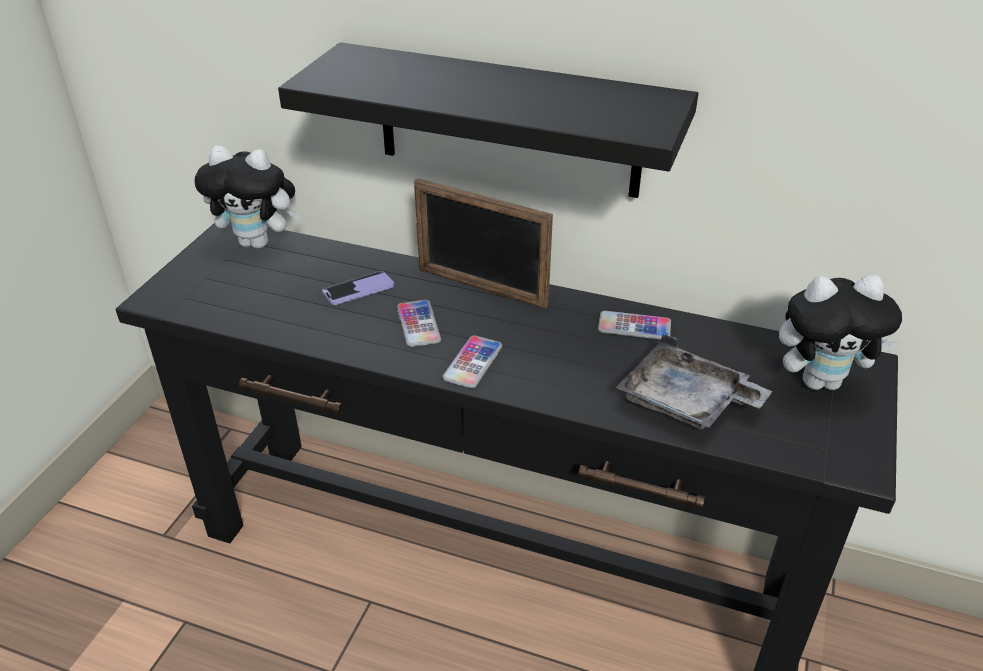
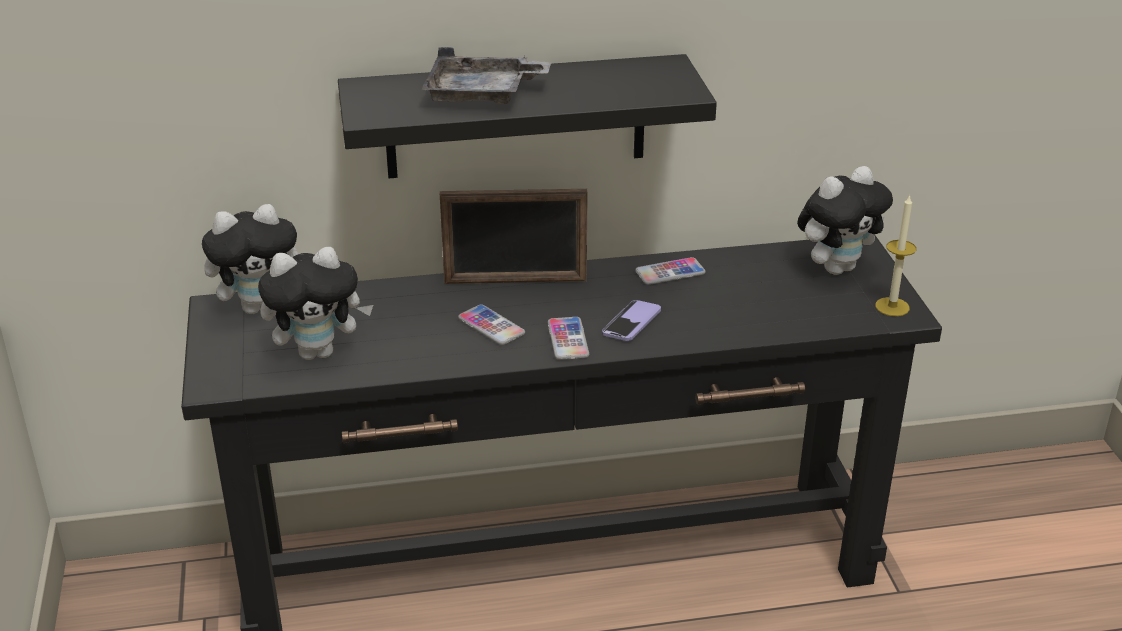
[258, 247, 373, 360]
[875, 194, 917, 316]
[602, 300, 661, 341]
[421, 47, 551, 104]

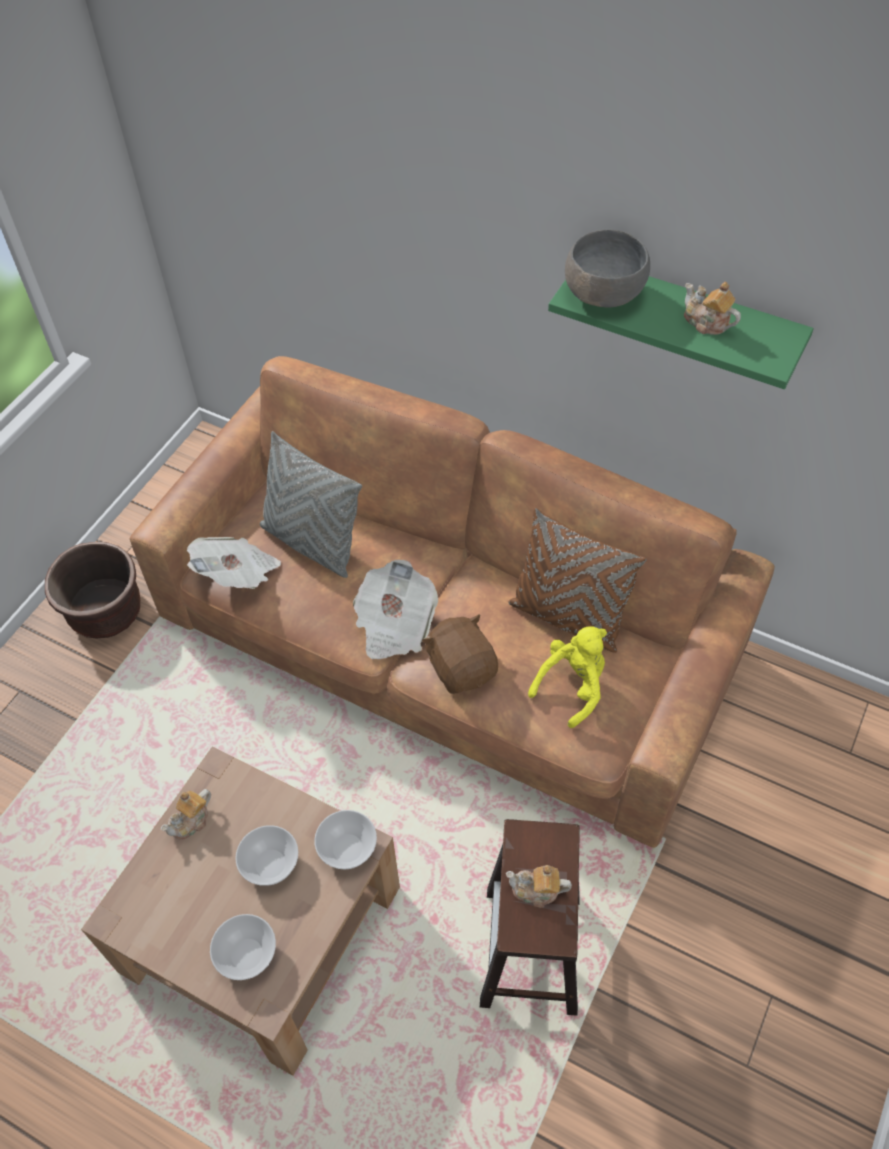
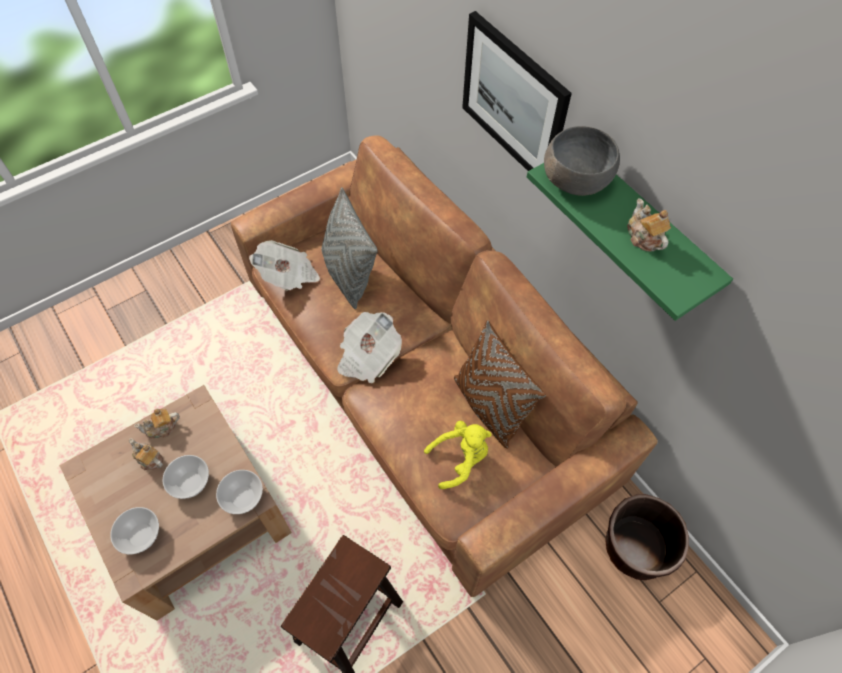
[422, 614, 498, 694] (first image)
[462, 11, 572, 171]
[605, 494, 689, 580]
[128, 439, 163, 470]

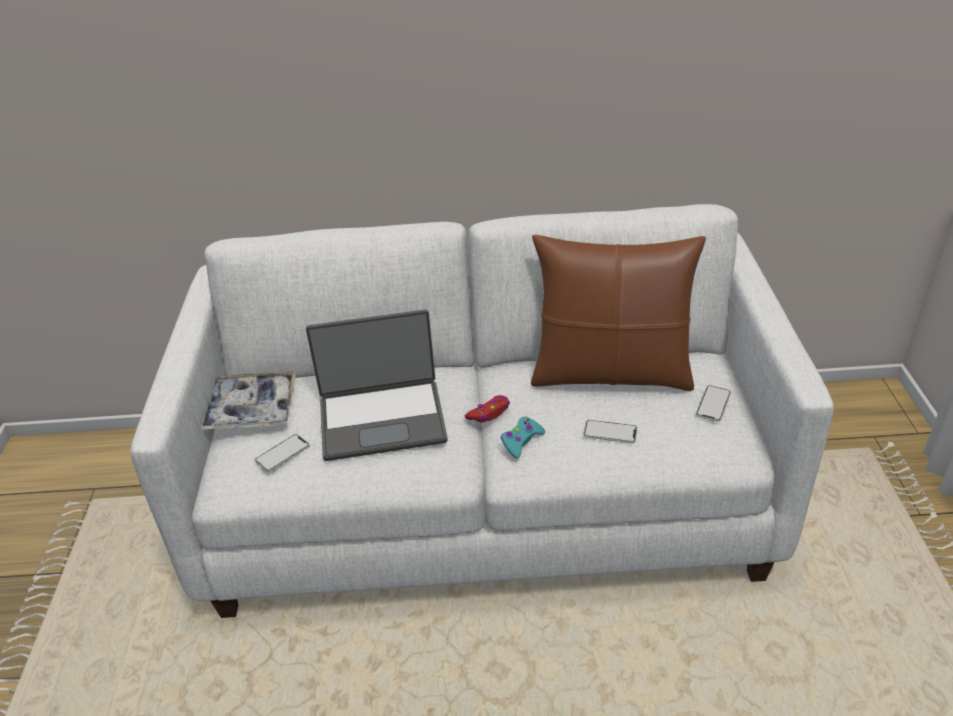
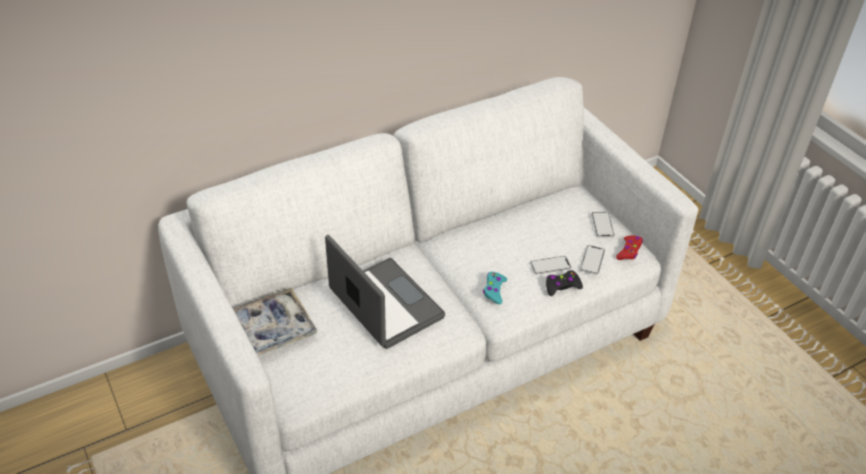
[531, 235, 706, 391] (first image)
[546, 270, 583, 296]
[580, 245, 605, 274]
[616, 236, 643, 260]
[325, 235, 445, 349]

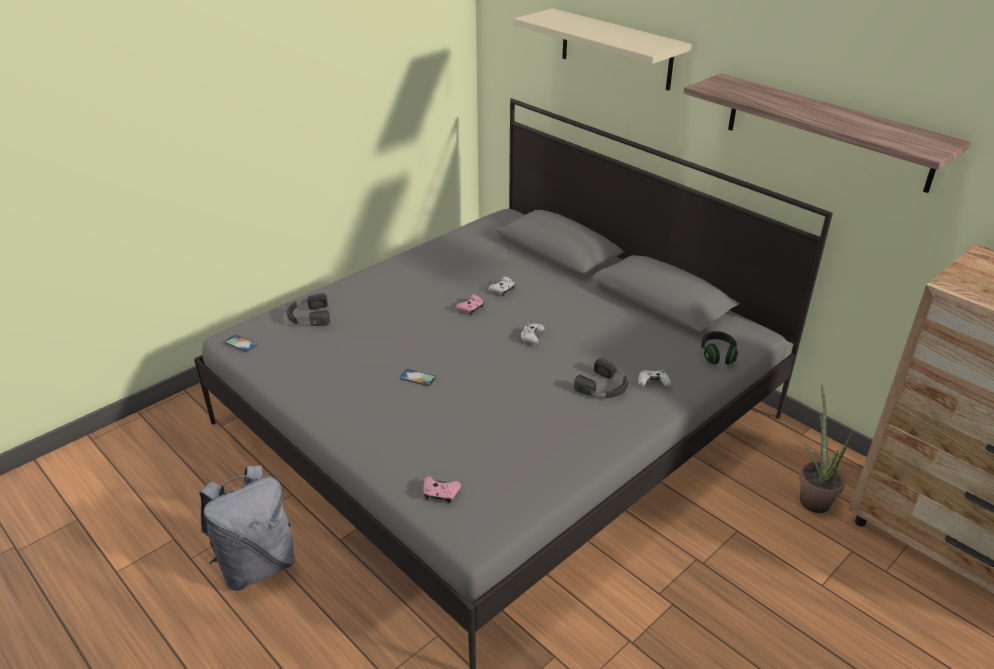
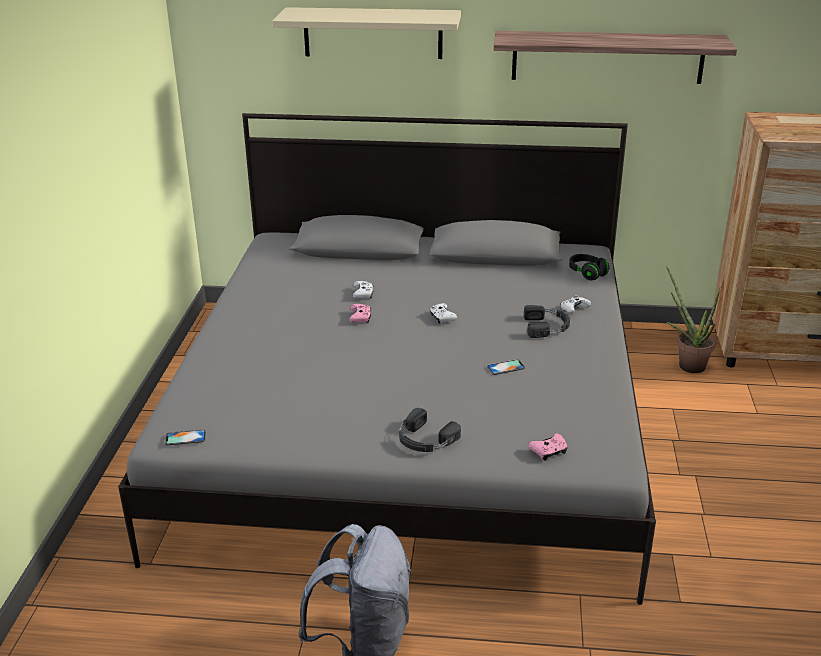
[399, 408, 461, 452]
[487, 359, 525, 375]

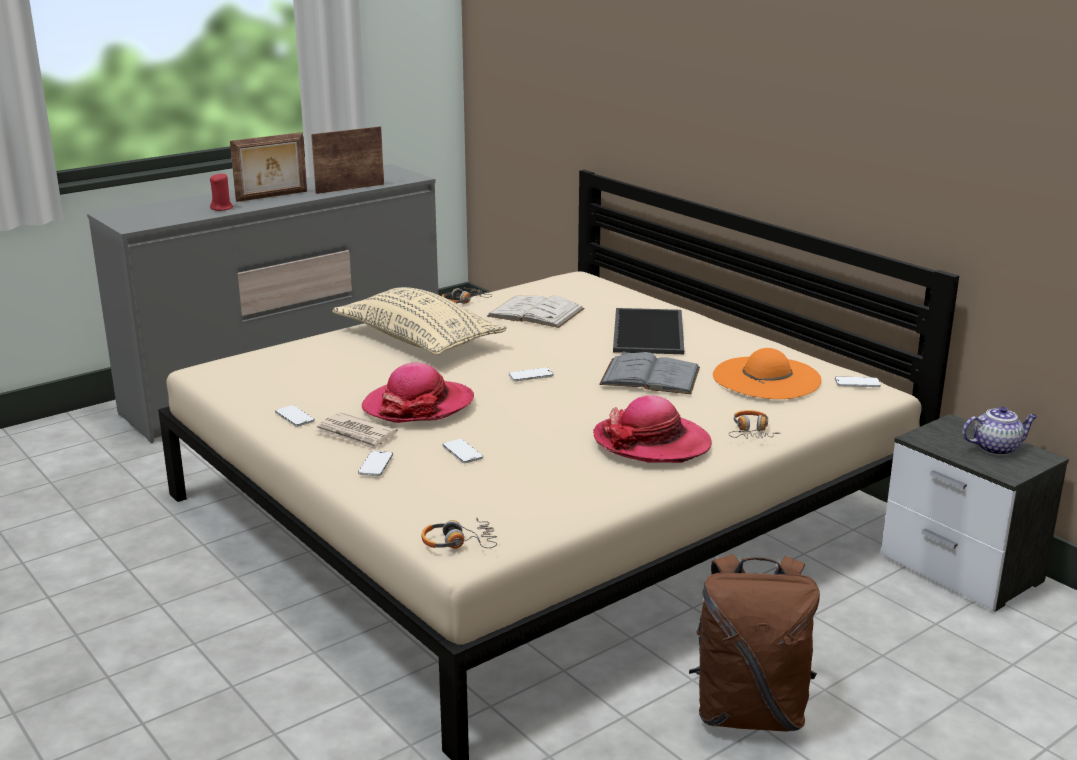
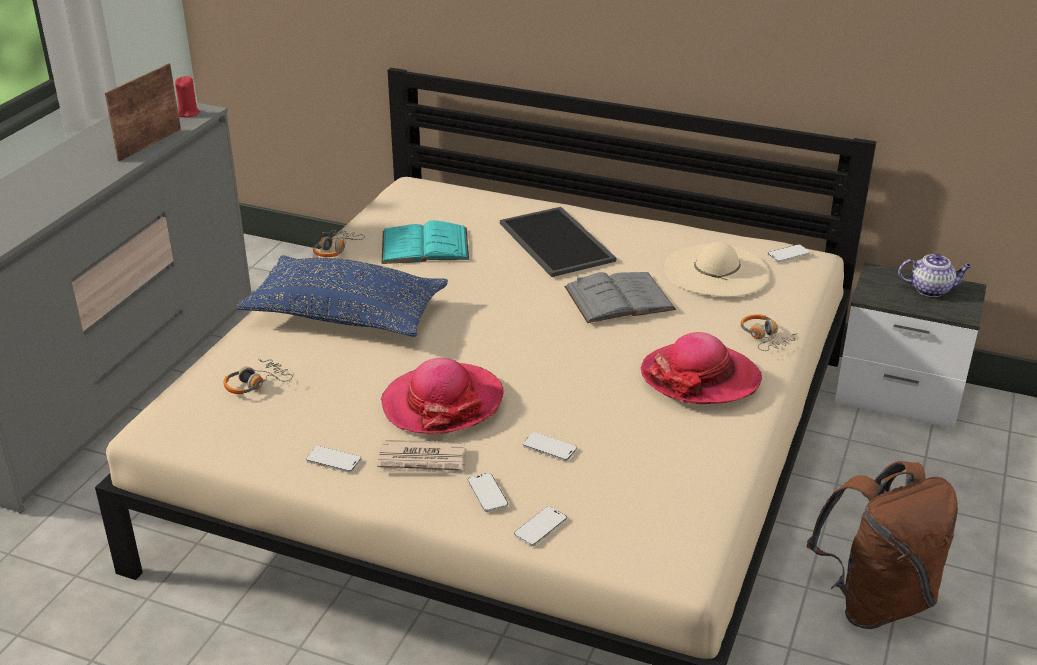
[230, 132, 307, 202] (first image)
[175, 76, 200, 118]
[223, 358, 293, 394]
[514, 506, 567, 546]
[236, 255, 448, 337]
[382, 220, 469, 264]
[664, 242, 769, 297]
[898, 254, 972, 297]

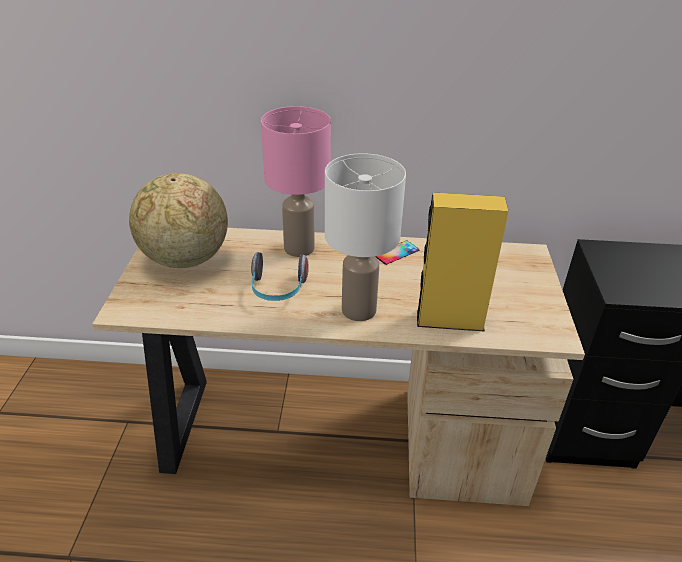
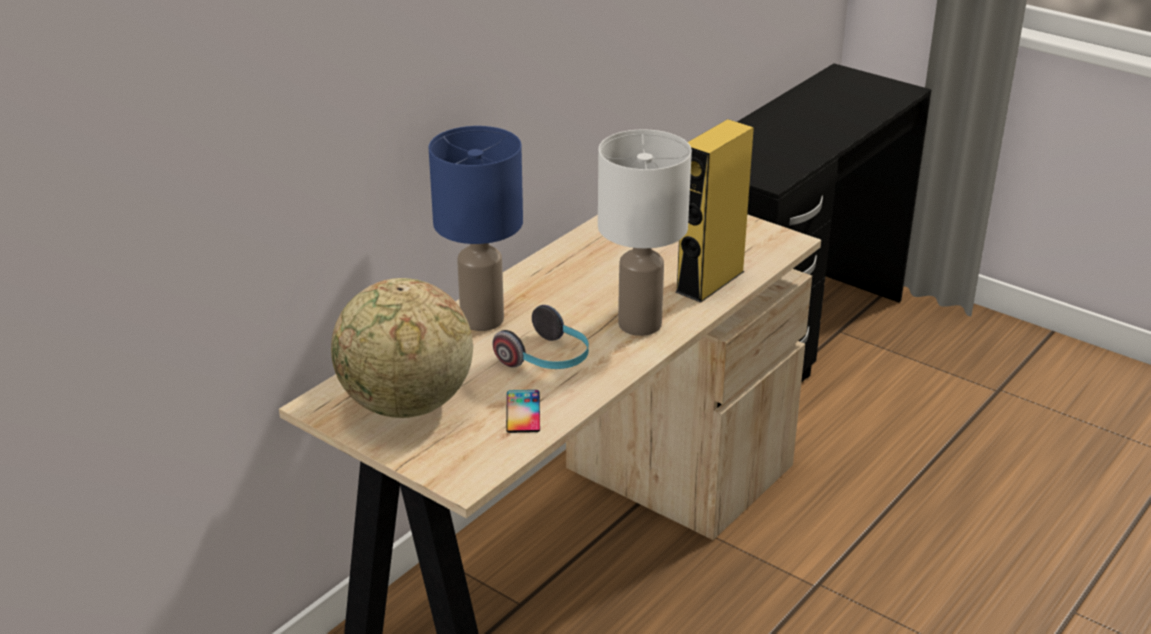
[506, 390, 540, 433]
[429, 126, 523, 331]

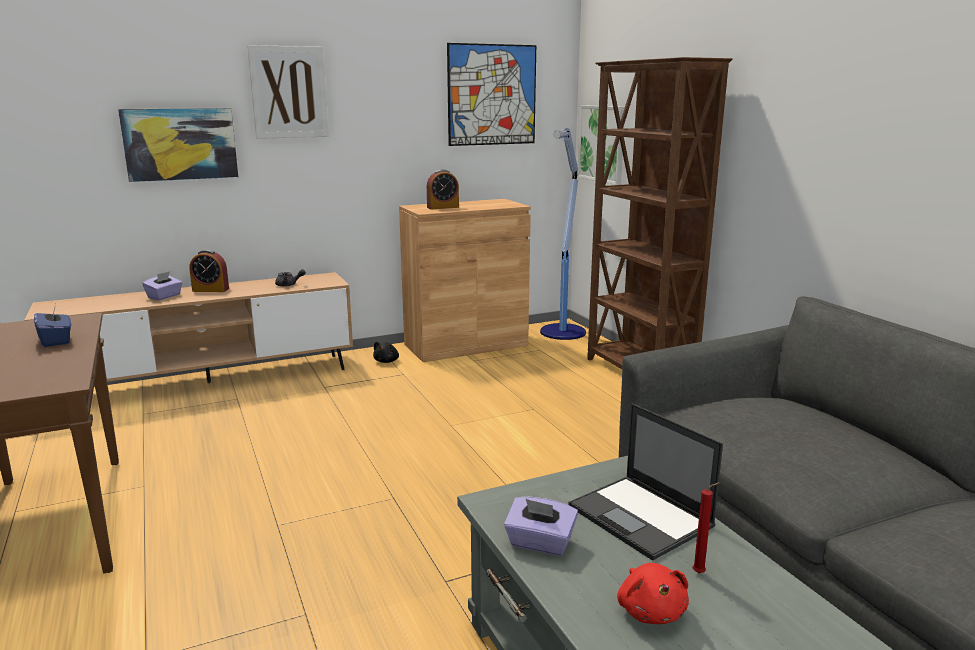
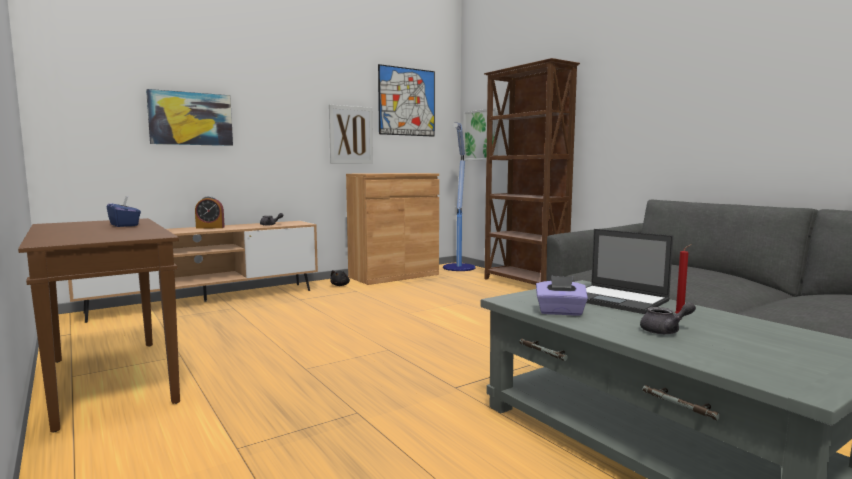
[142, 271, 182, 300] (first image)
[427, 169, 459, 209] (first image)
[329, 105, 373, 164]
[640, 302, 696, 334]

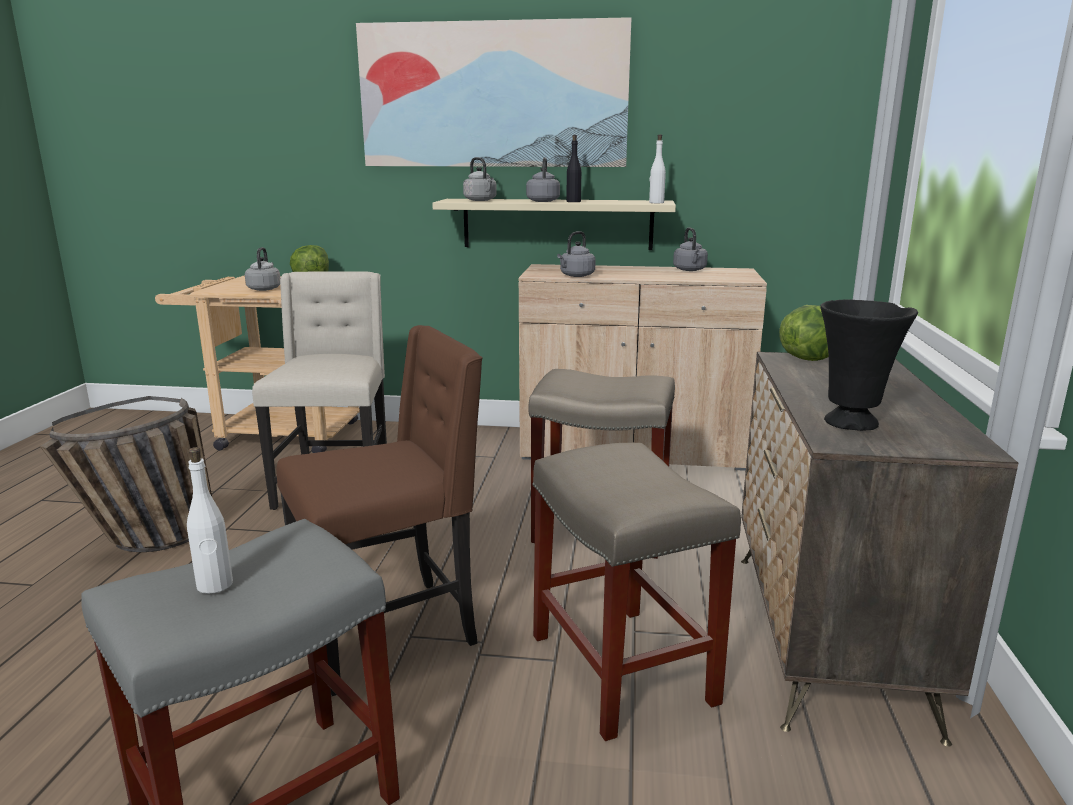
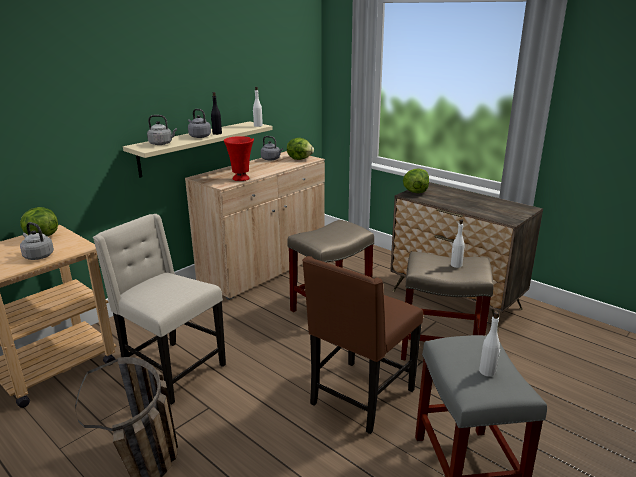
[356, 17, 631, 167] (first image)
[820, 300, 918, 431] (first image)
[287, 138, 314, 160]
[451, 219, 465, 268]
[224, 136, 254, 181]
[302, 256, 423, 434]

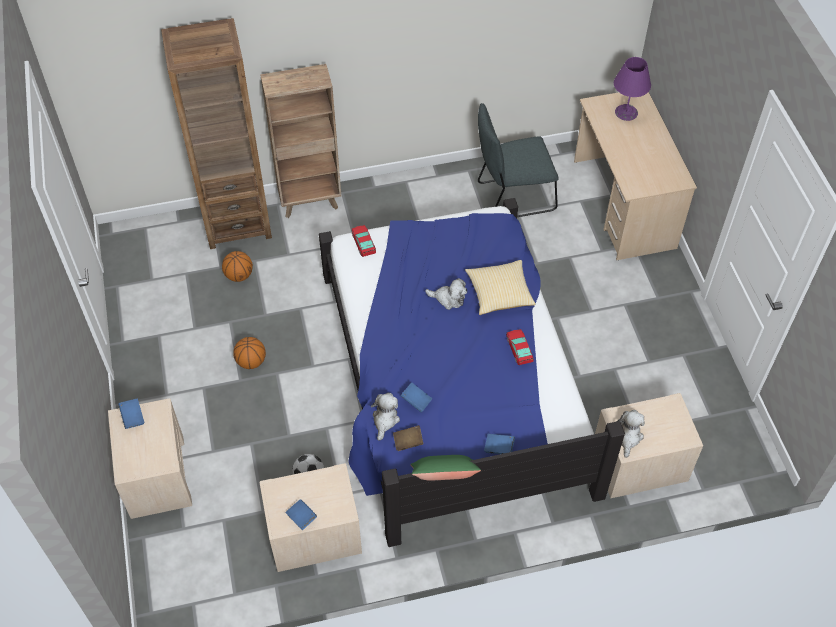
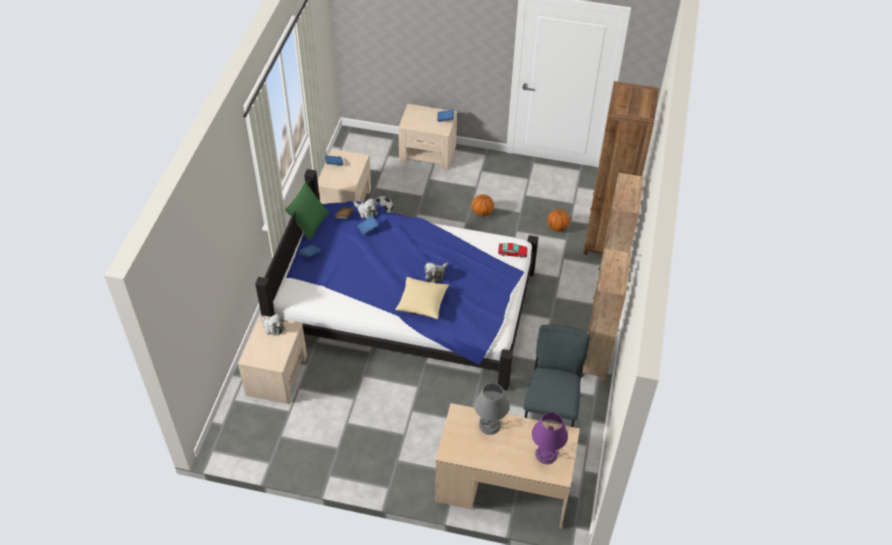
[506, 329, 533, 365] (first image)
[474, 383, 510, 435]
[581, 249, 632, 383]

